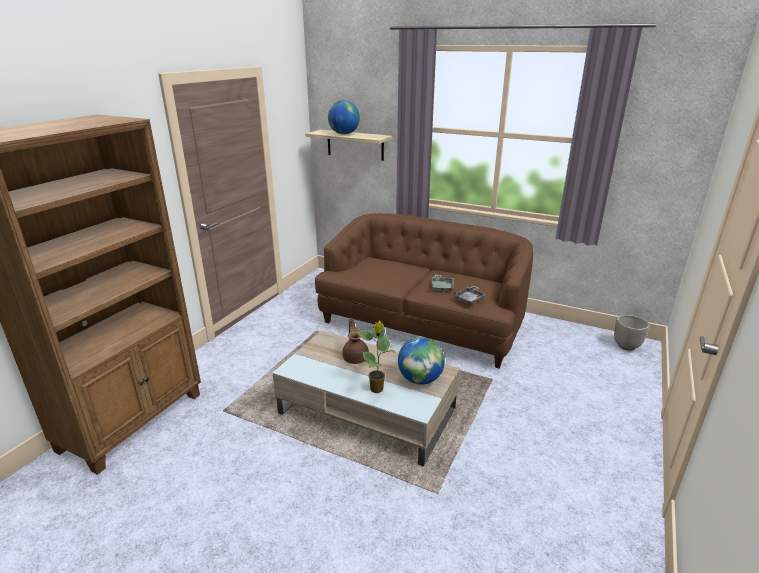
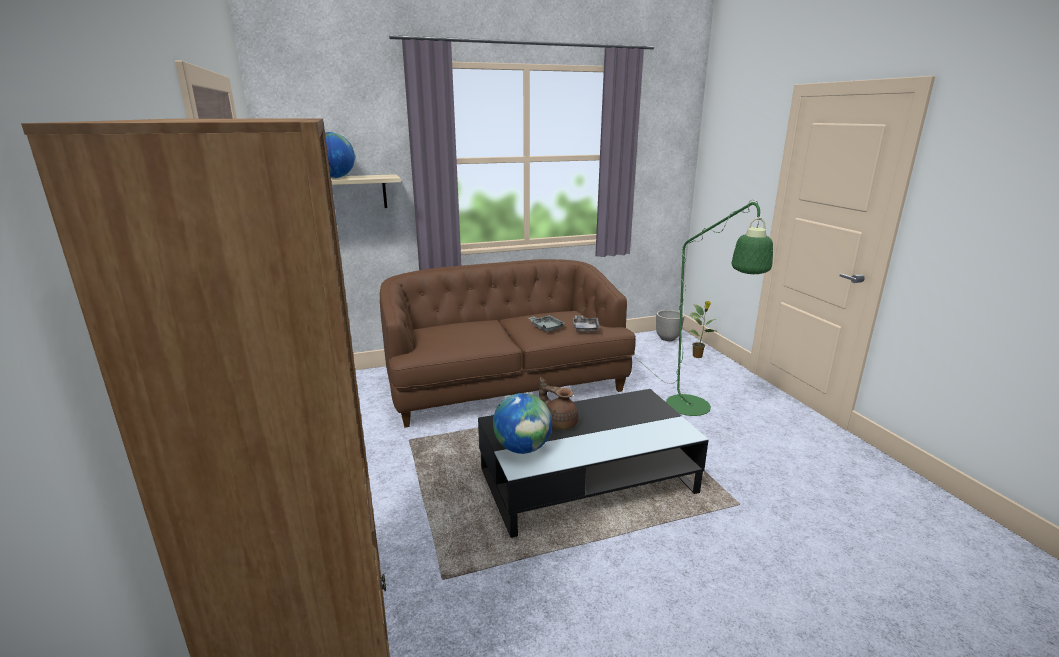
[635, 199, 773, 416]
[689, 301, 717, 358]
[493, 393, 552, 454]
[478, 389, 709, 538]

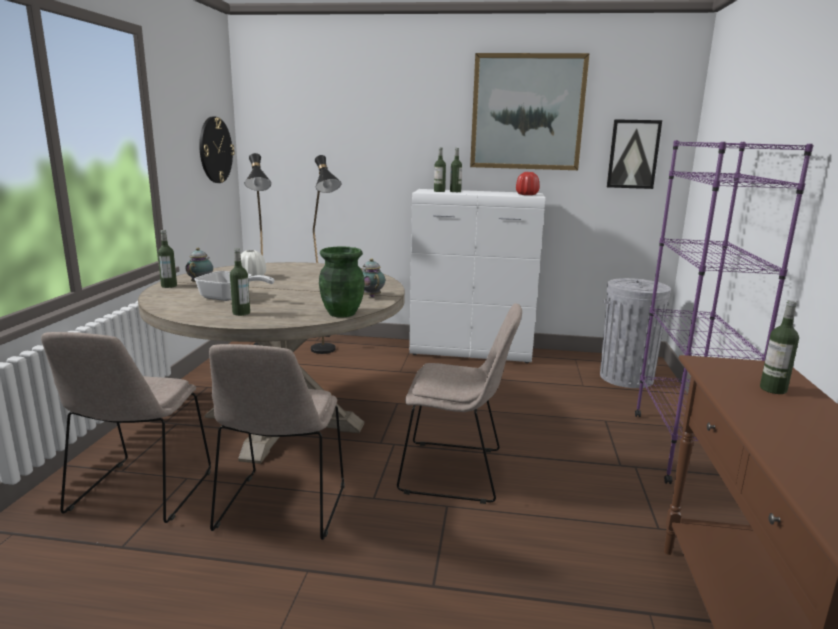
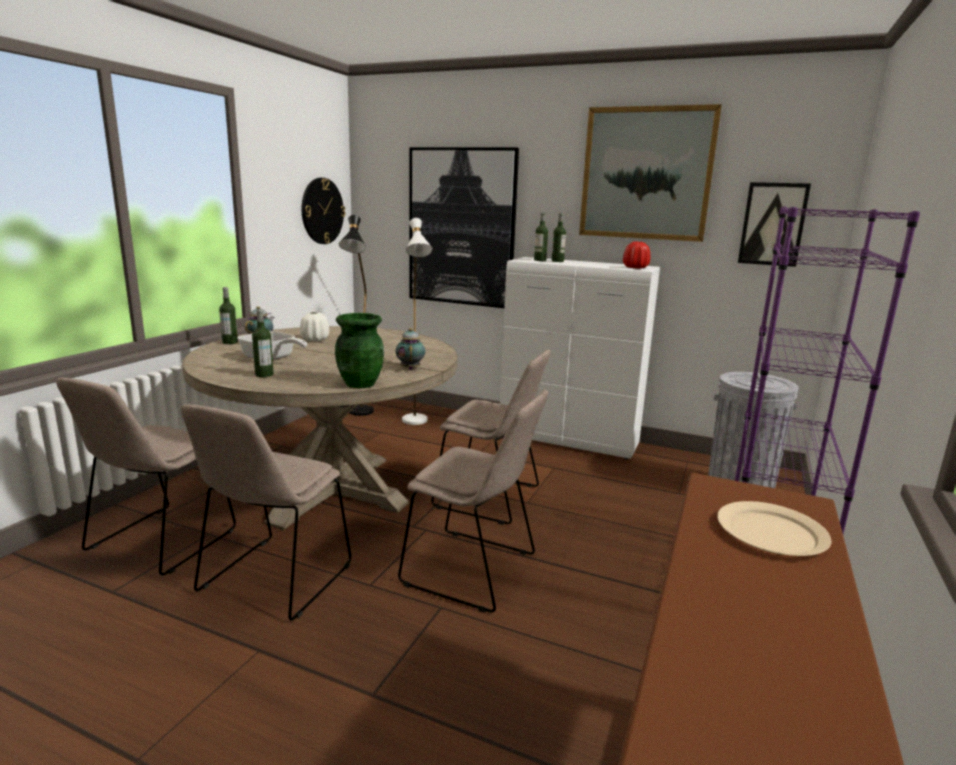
[409, 147, 519, 308]
[431, 349, 551, 525]
[717, 501, 832, 556]
[402, 218, 432, 425]

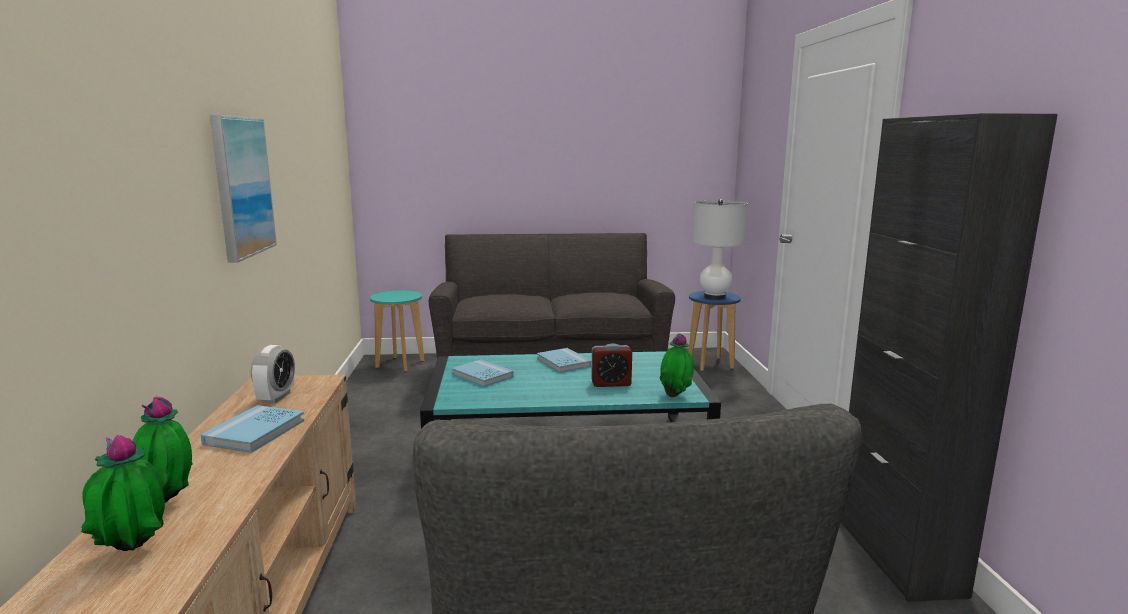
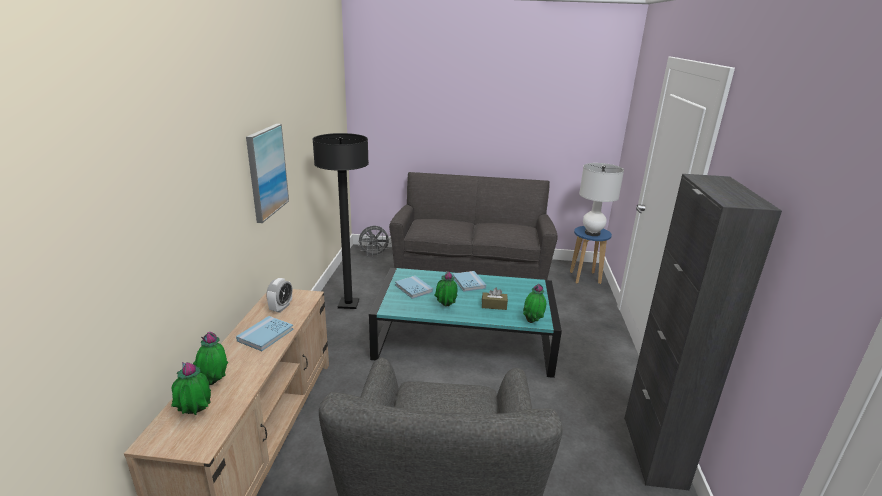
[312, 133, 369, 309]
[434, 271, 458, 306]
[359, 226, 391, 257]
[482, 288, 508, 310]

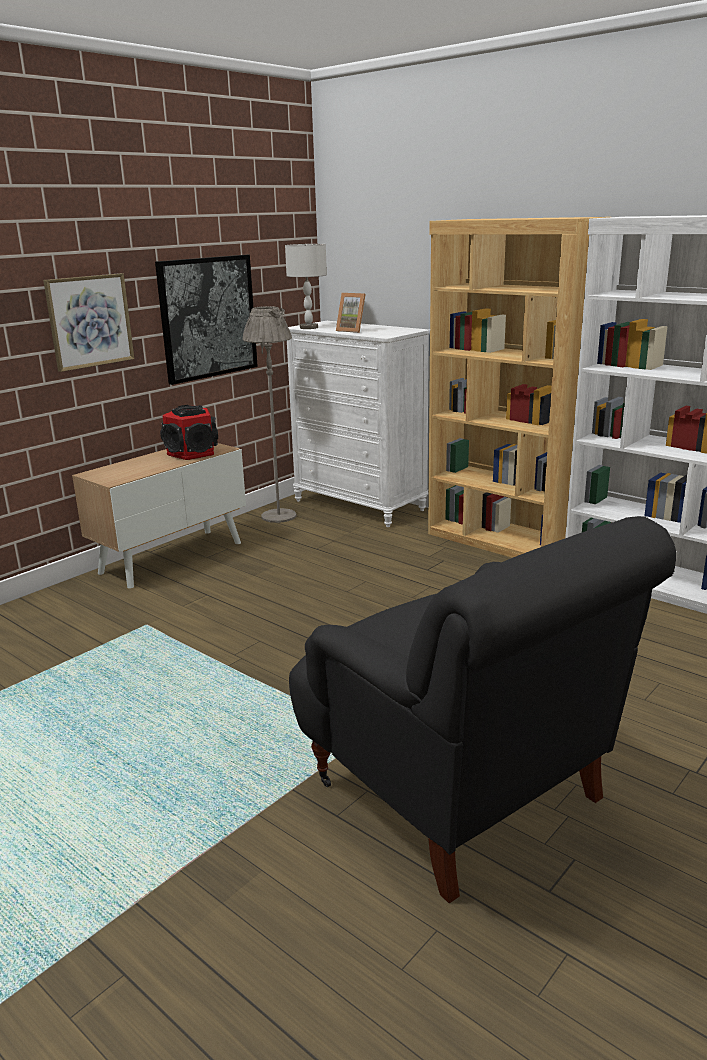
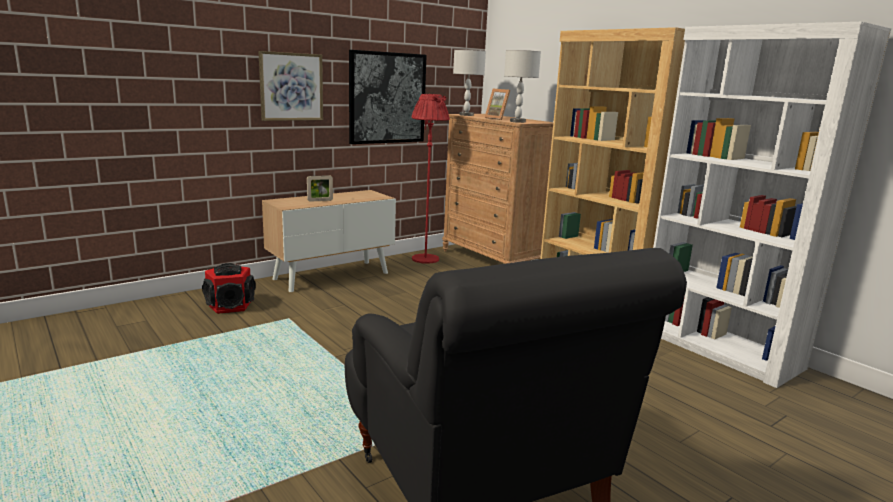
[307, 175, 333, 202]
[504, 50, 541, 123]
[202, 263, 256, 314]
[411, 94, 450, 264]
[442, 114, 553, 264]

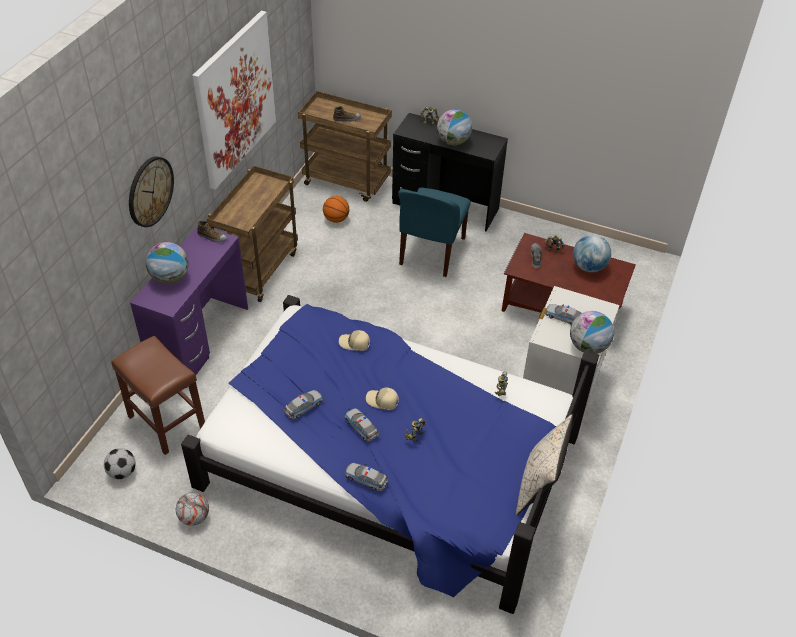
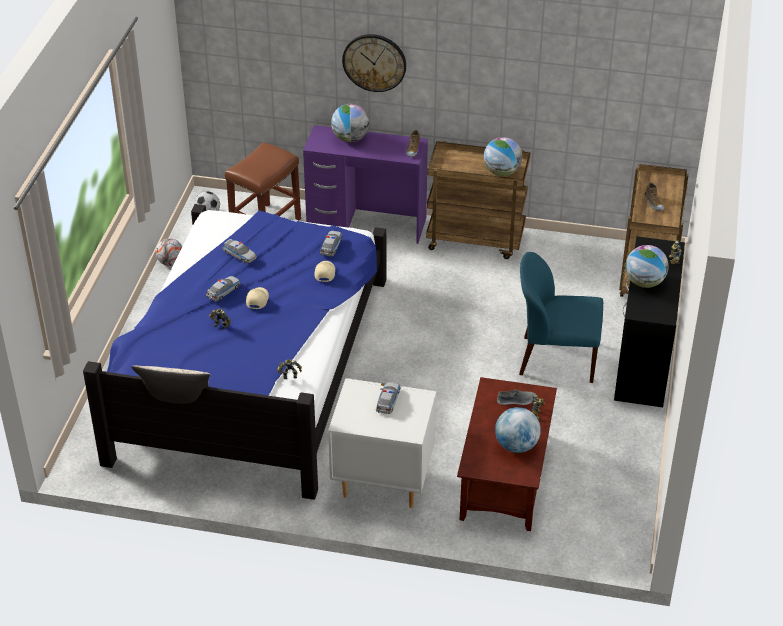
[192, 11, 276, 189] (first image)
[323, 196, 349, 223] (first image)
[320, 231, 343, 256]
[483, 137, 523, 176]

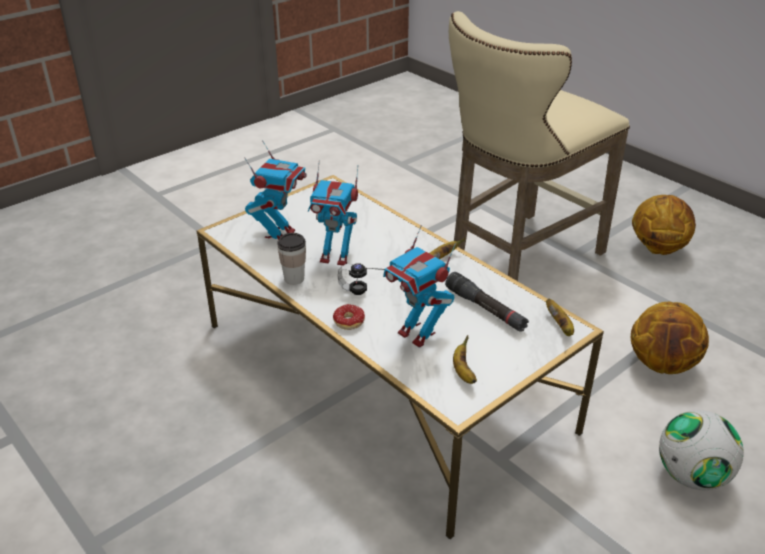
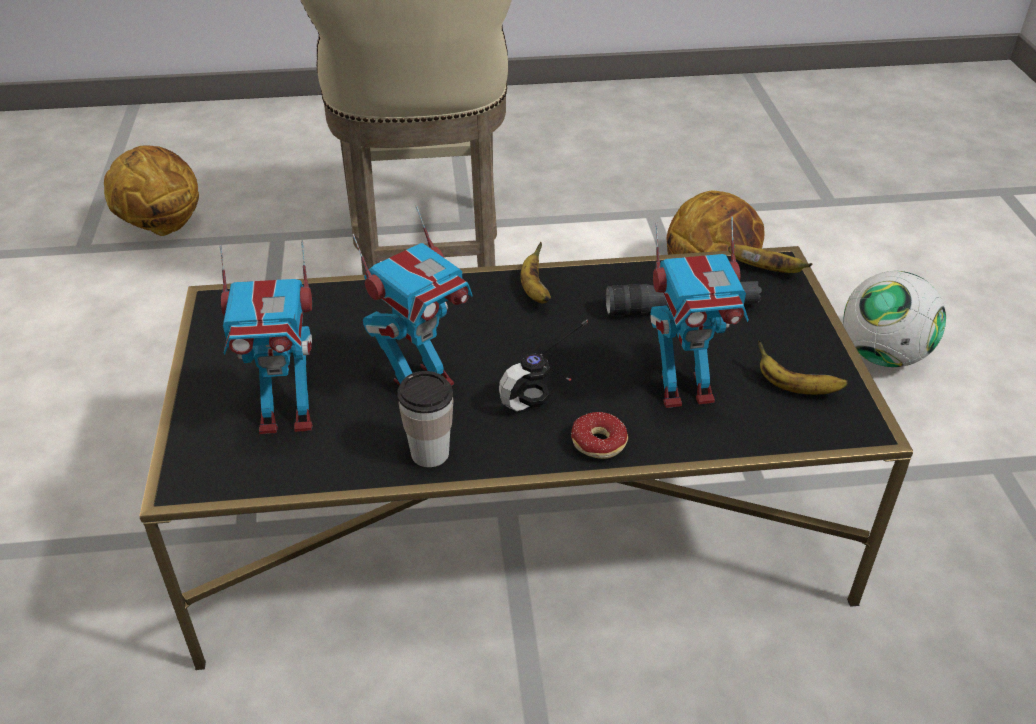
[104, 145, 199, 236]
[139, 246, 913, 670]
[220, 240, 313, 434]

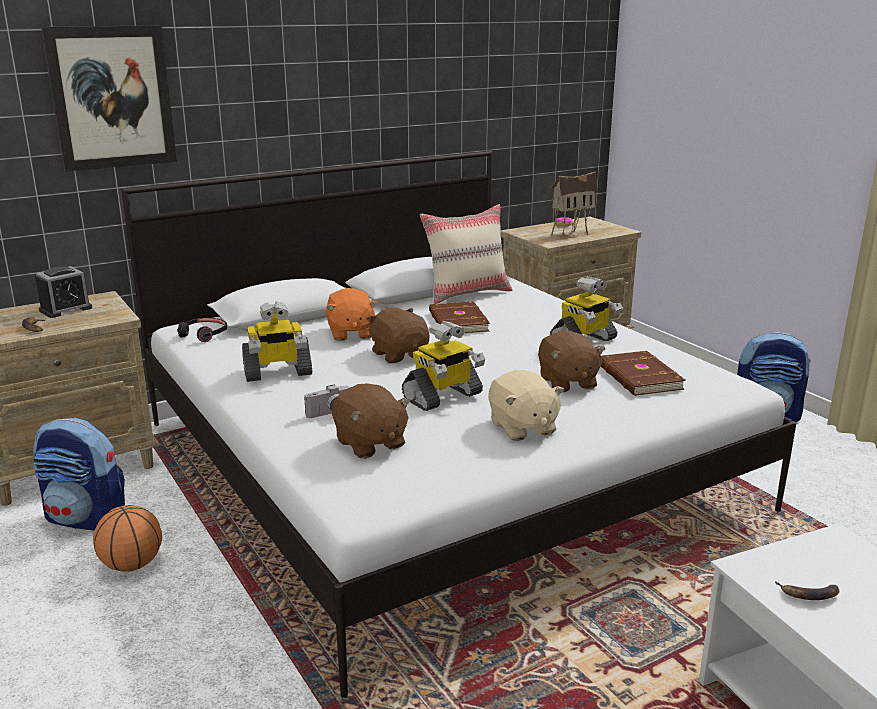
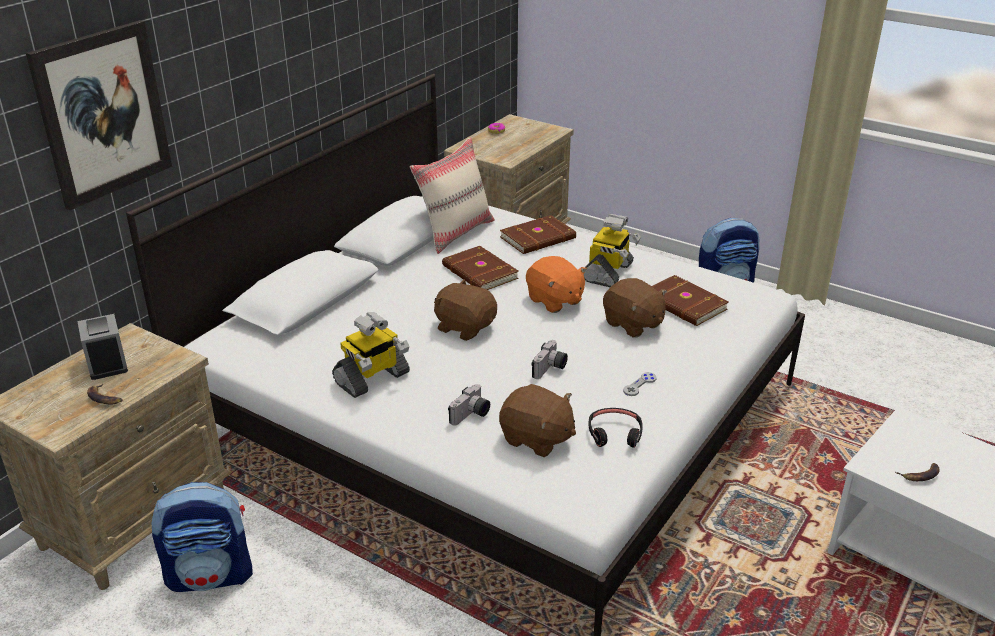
[93, 505, 162, 572] (first image)
[550, 171, 598, 239] (first image)
[500, 215, 576, 254]
[588, 408, 643, 448]
[526, 256, 587, 313]
[531, 340, 568, 379]
[623, 372, 657, 396]
[77, 314, 128, 380]

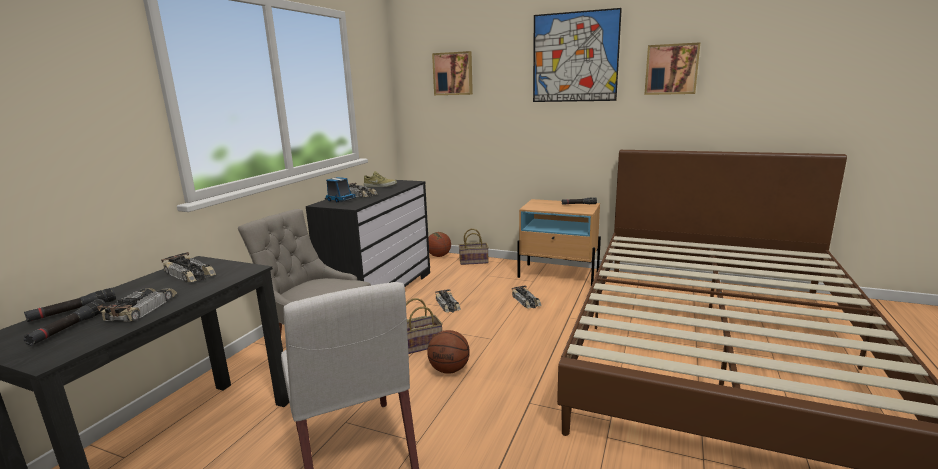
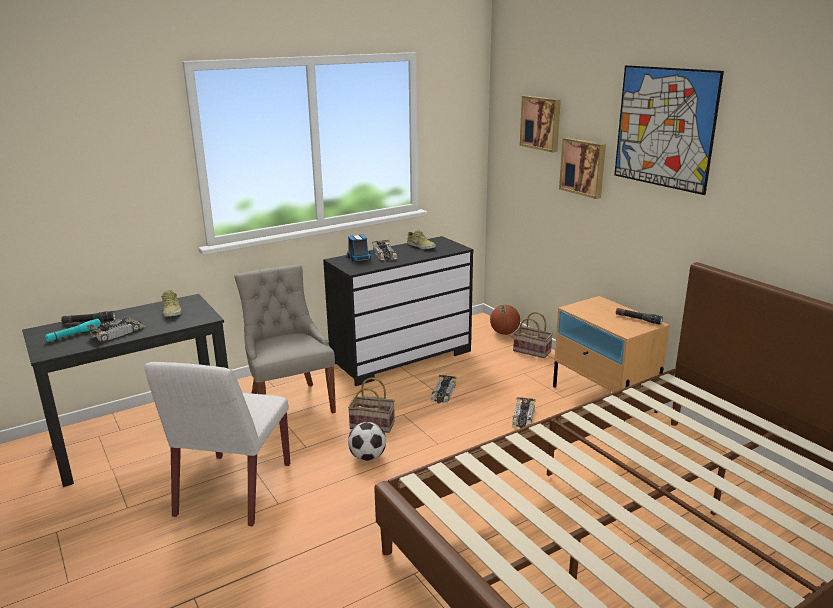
[559, 138, 606, 199]
[162, 290, 182, 317]
[348, 422, 386, 461]
[45, 319, 101, 342]

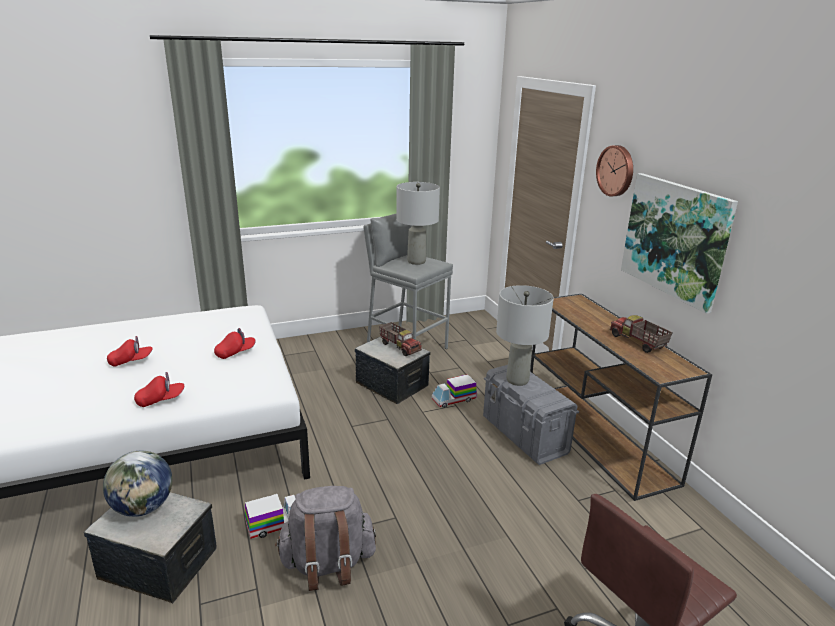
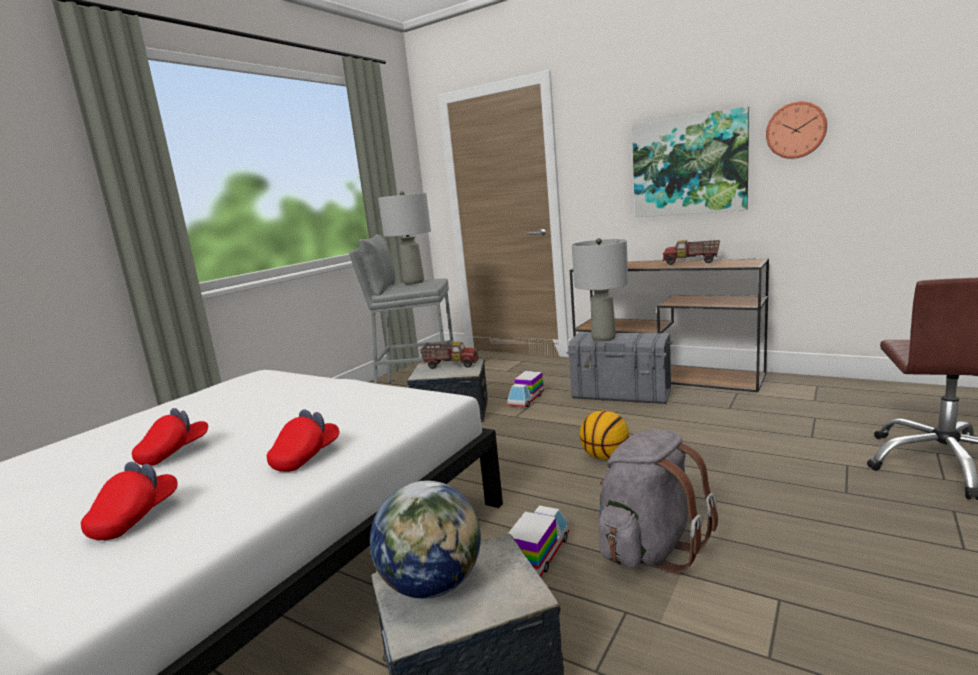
[580, 411, 629, 460]
[81, 462, 178, 540]
[766, 101, 827, 159]

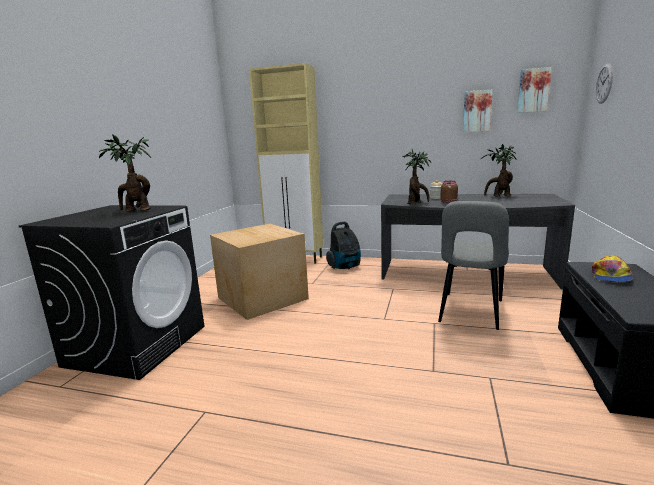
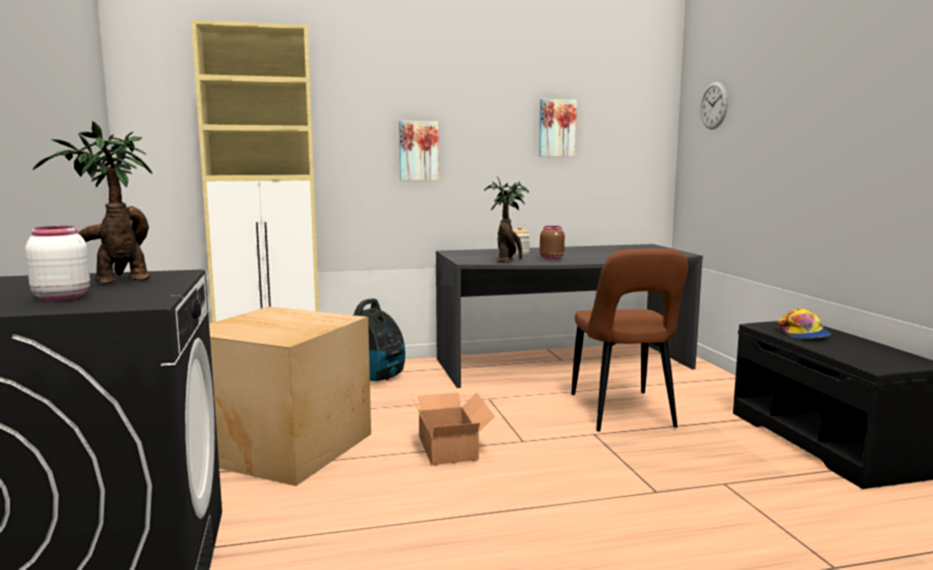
[481, 144, 517, 197] (first image)
[25, 226, 90, 301]
[410, 392, 495, 465]
[399, 121, 439, 181]
[571, 249, 688, 432]

